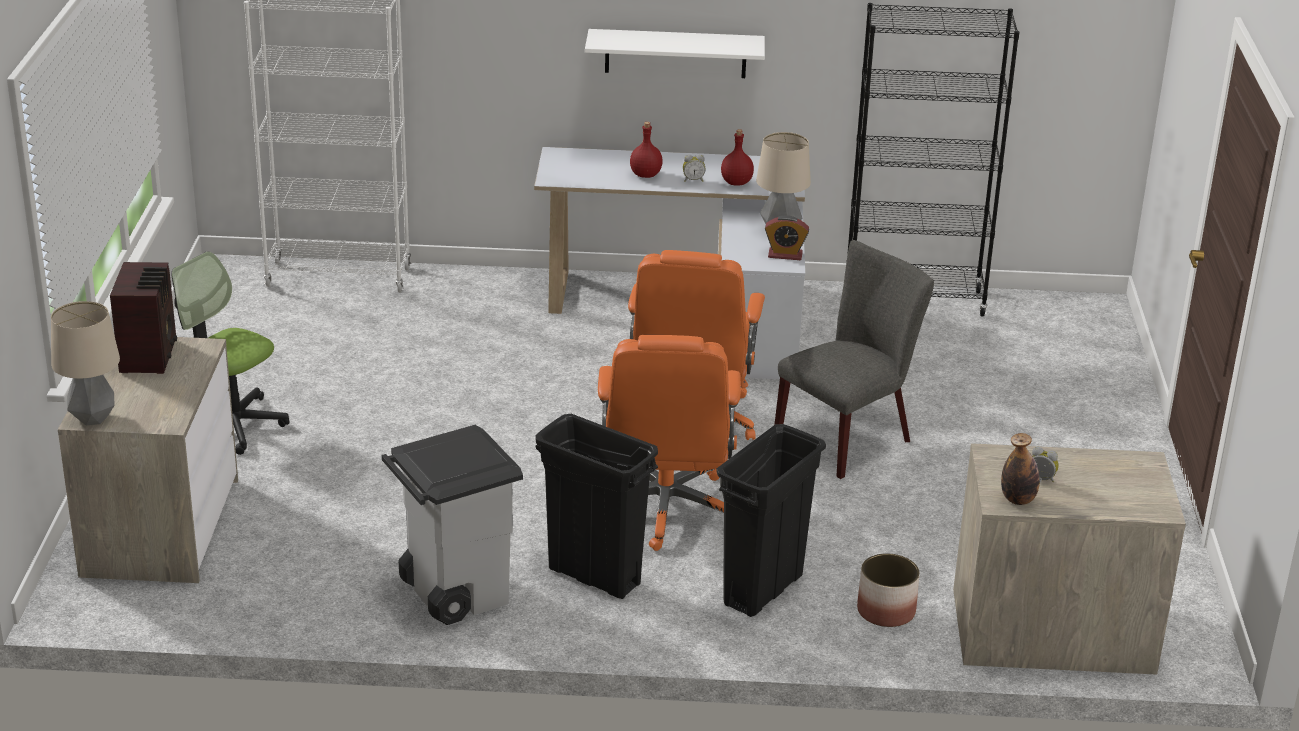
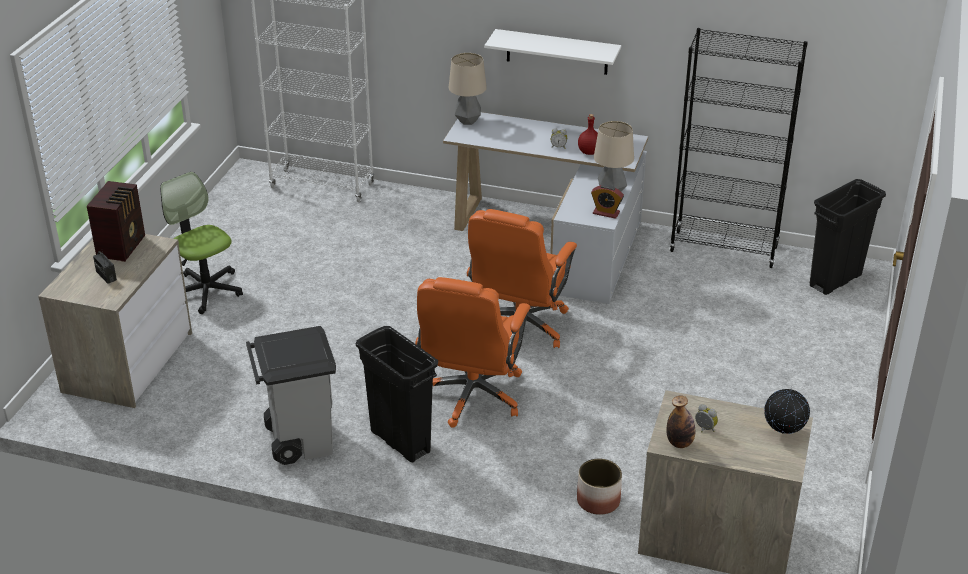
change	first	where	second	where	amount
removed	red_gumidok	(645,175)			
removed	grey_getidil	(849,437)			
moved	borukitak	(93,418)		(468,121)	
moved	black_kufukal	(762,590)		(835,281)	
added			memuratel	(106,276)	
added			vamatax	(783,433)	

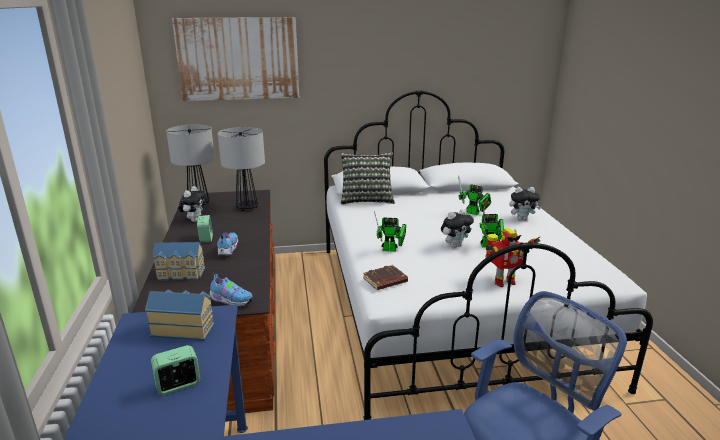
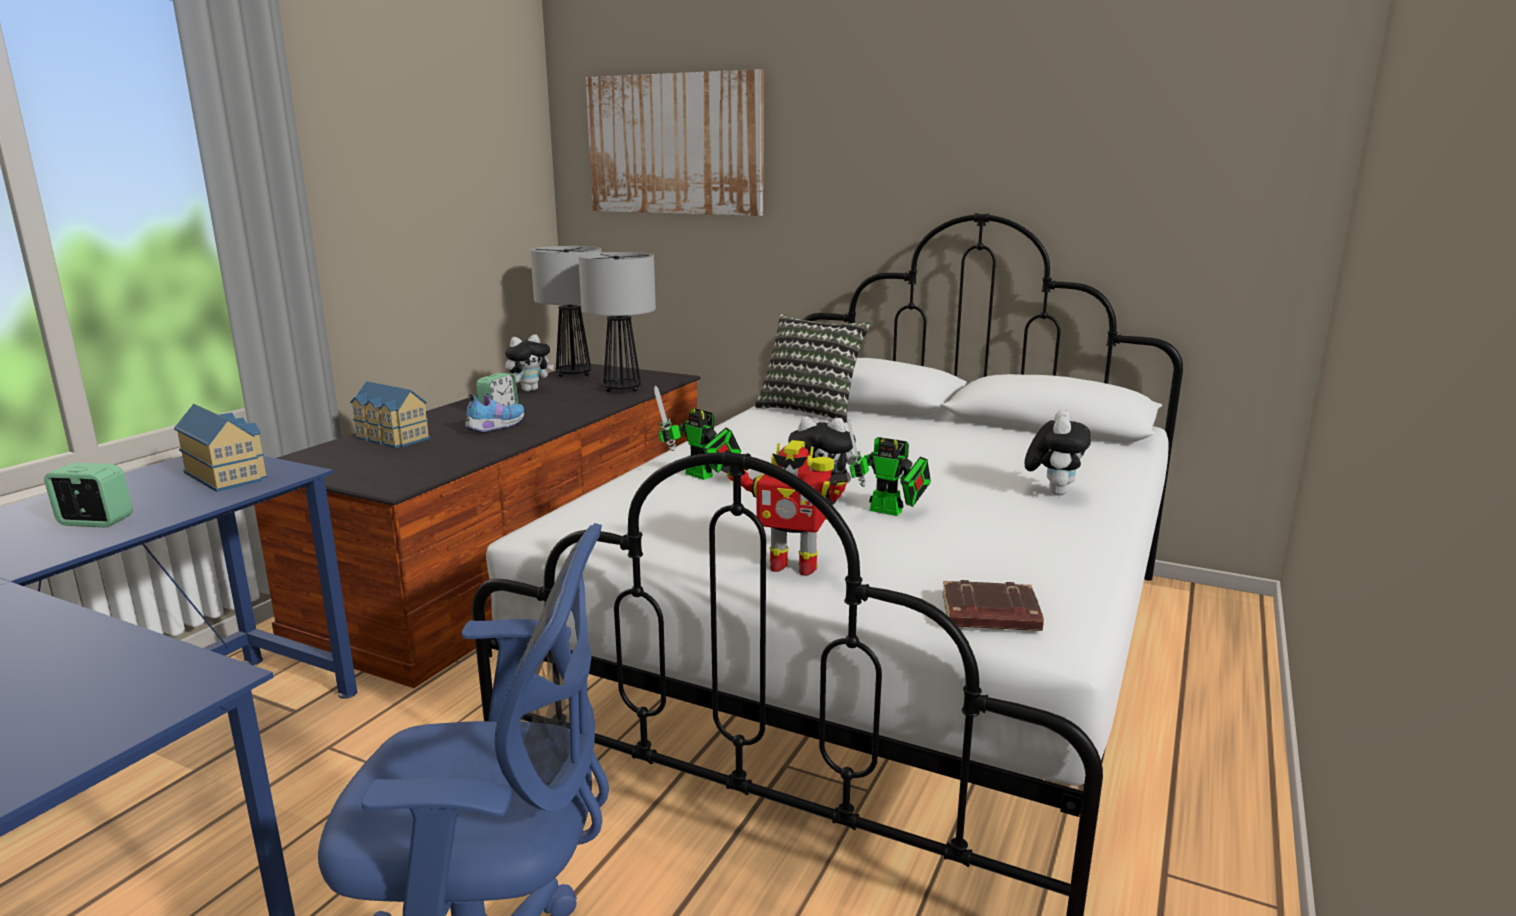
change	first	where	second	where	amount
removed	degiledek	(474,213)			
turned	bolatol	(522,219)		(1053,492)	105 degrees counterclockwise
moved	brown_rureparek	(385,281)		(989,615)	
removed	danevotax	(231,301)			

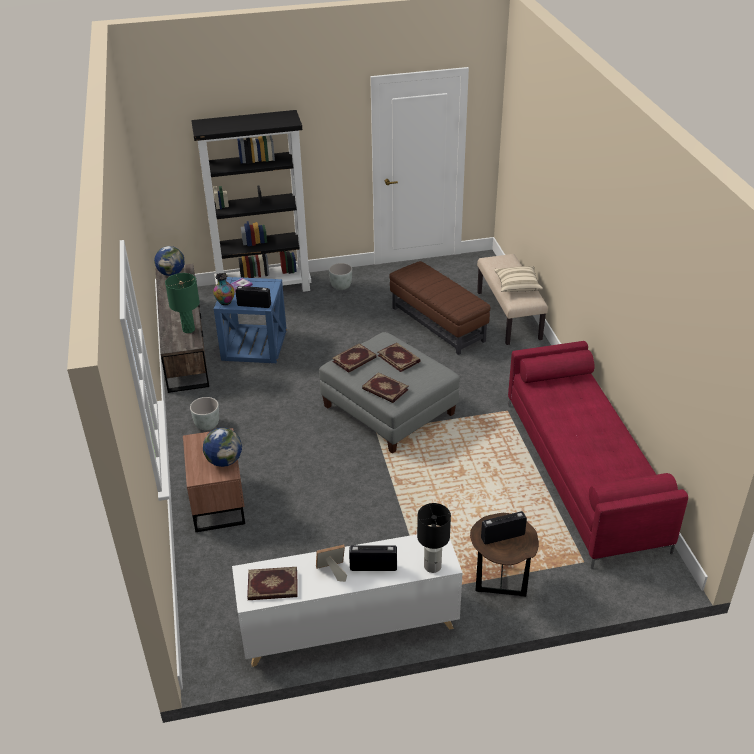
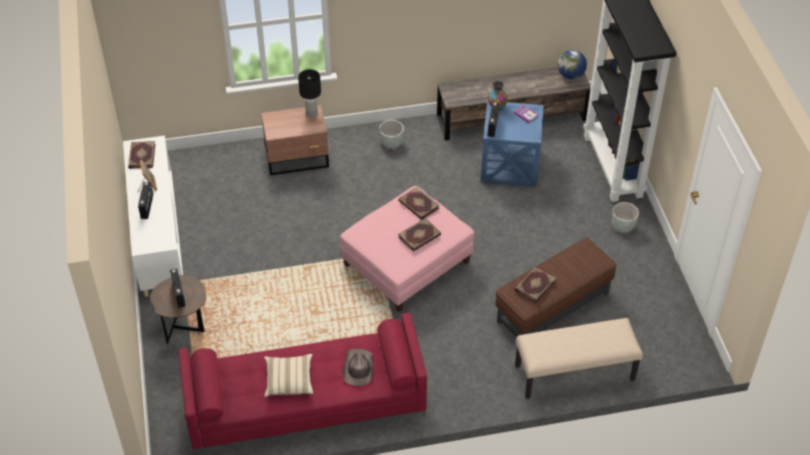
change	first	where	second	where	amount
moved	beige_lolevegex	(517,286)		(289,381)	
removed	green_borukitak	(188,330)			
recoloured	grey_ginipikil	(388,410)	pink_ginipikil	(406,263)	
moved	rureparek	(385,390)		(534,285)	
removed	vamatax	(224,461)			
moved	black_borukitak	(433,566)		(311,114)	
added			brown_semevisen	(358,368)	

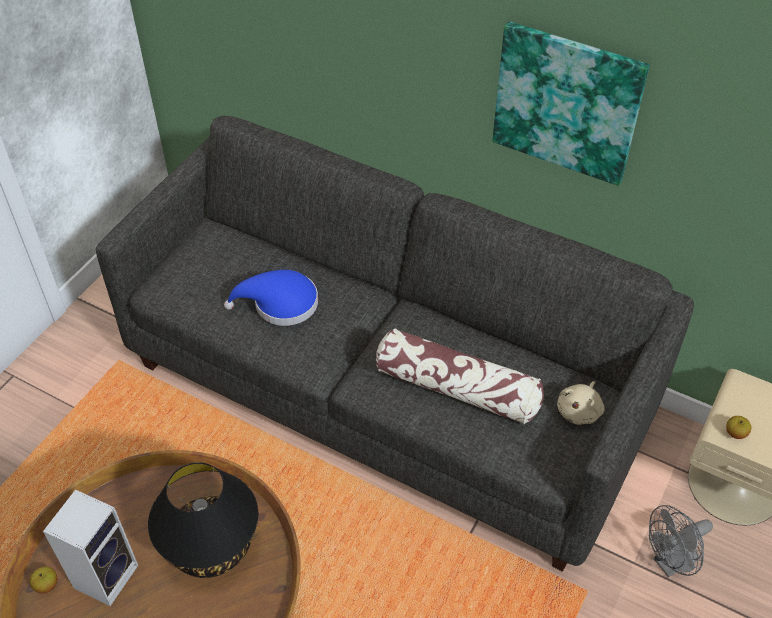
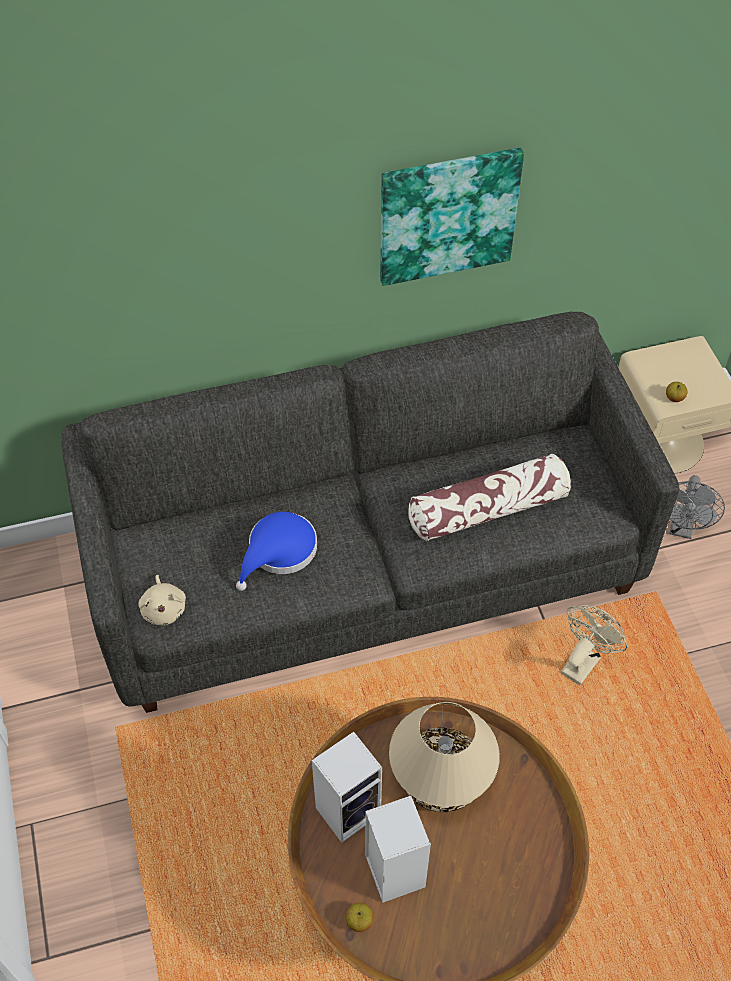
change	first	where	second	where	amount
moved	beige_bolatol	(579,411)		(164,608)	
recoloured	black_borukitak	(210,546)	beige_borukitak	(441,778)	
added			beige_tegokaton	(583,660)	
added			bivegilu	(349,809)	

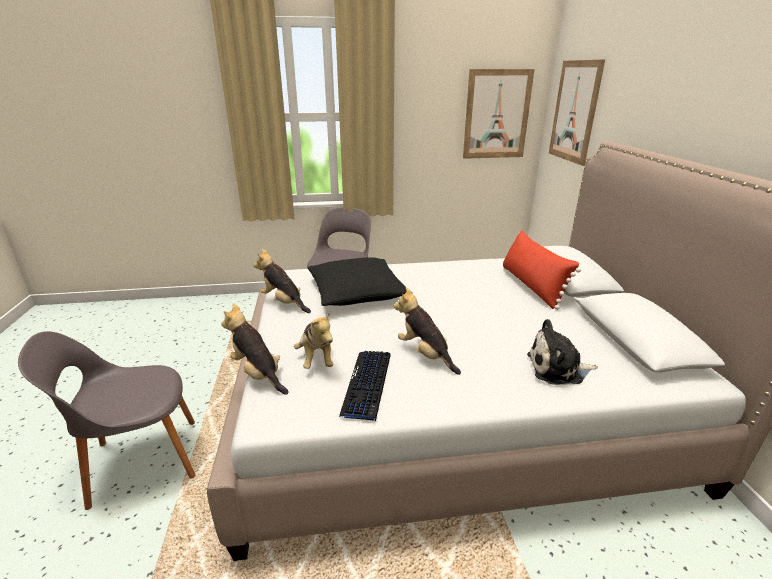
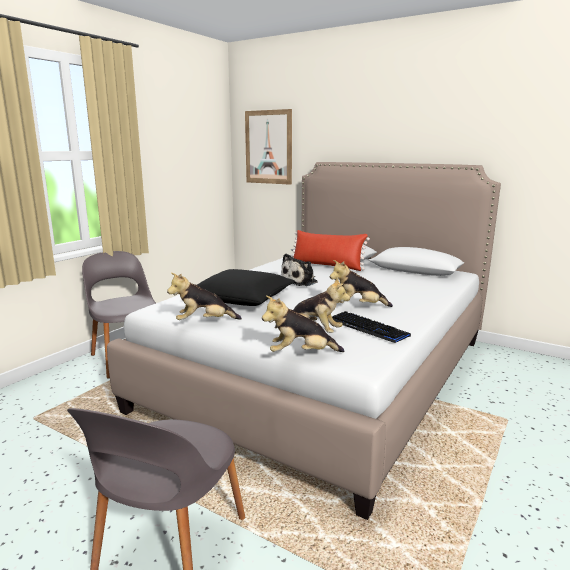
change	first	where	second	where	amount
removed	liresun	(497,115)			
moved	bolatol	(558,369)		(300,281)	

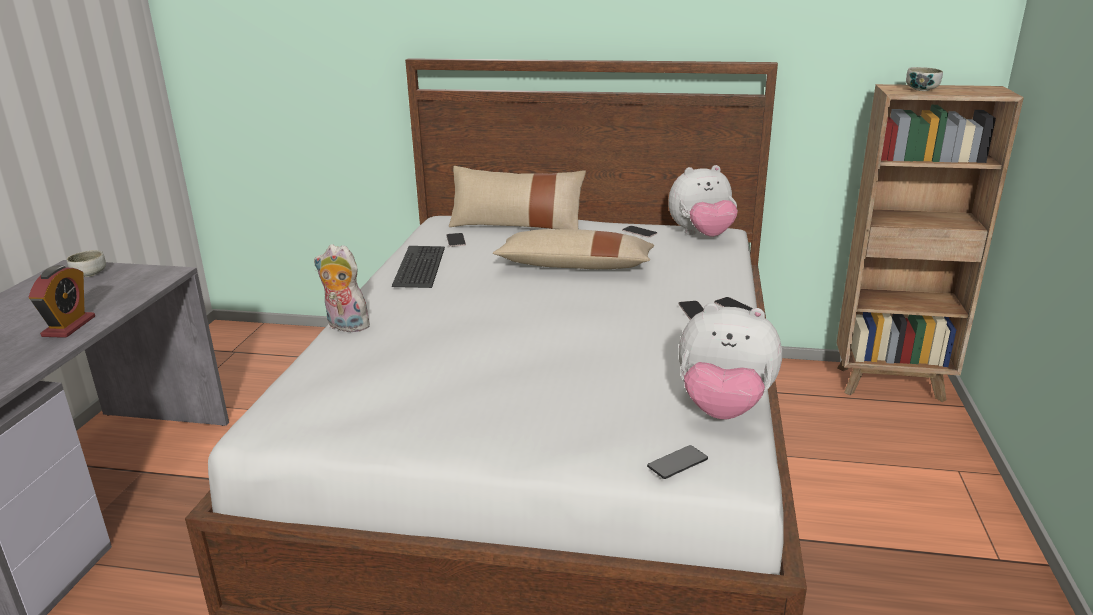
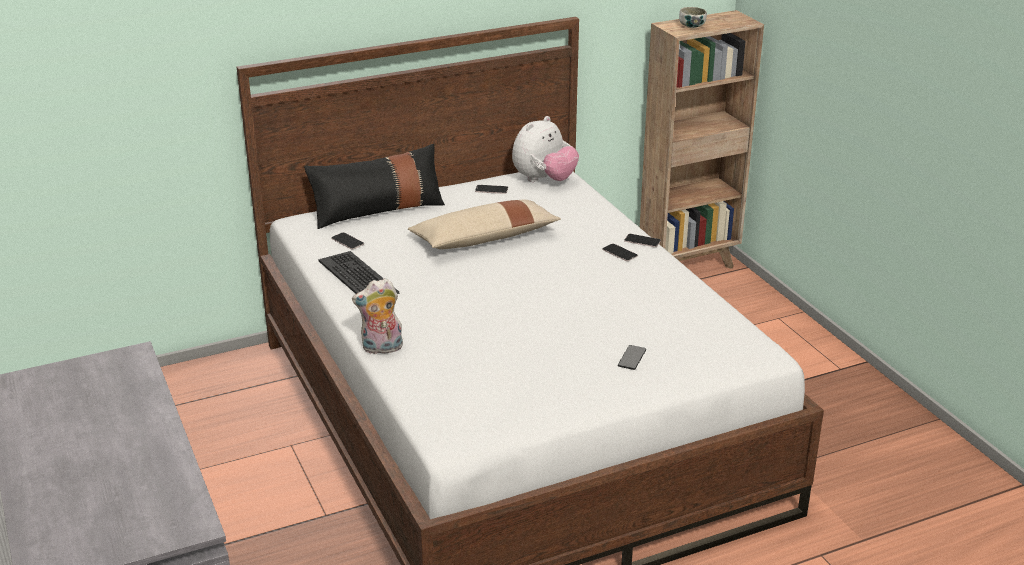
change	first	where	second	where	amount
recoloured	beige_lolevegex	(516,225)	black_lolevegex	(378,210)	
removed	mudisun	(89,274)			
removed	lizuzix	(69,326)			
removed	bolatol	(723,408)			
moved	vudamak	(677,463)		(632,358)	

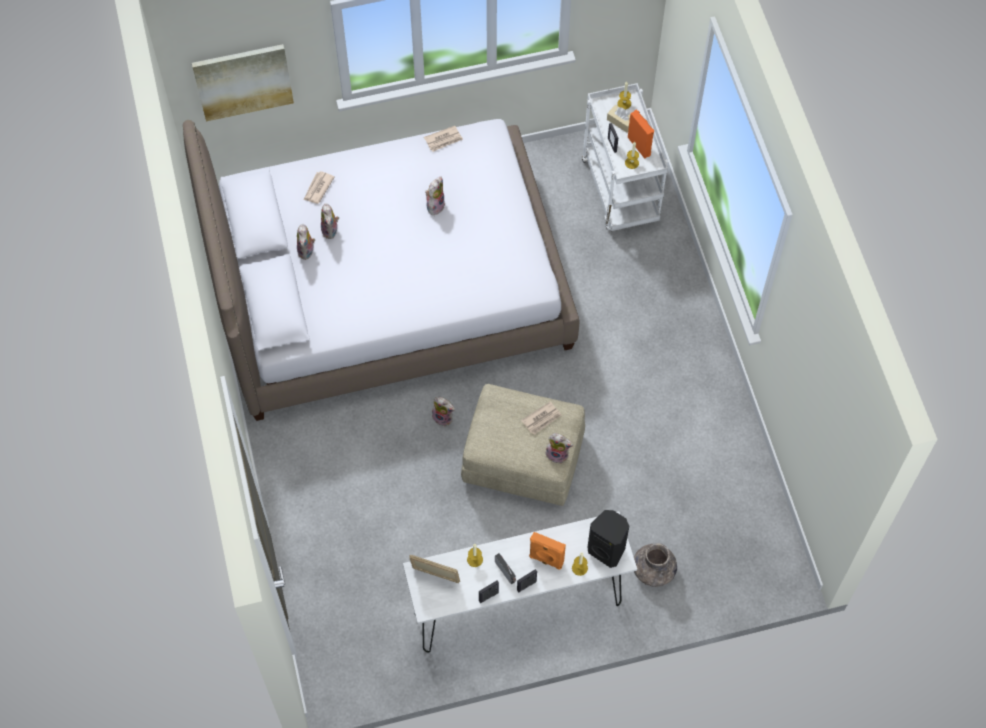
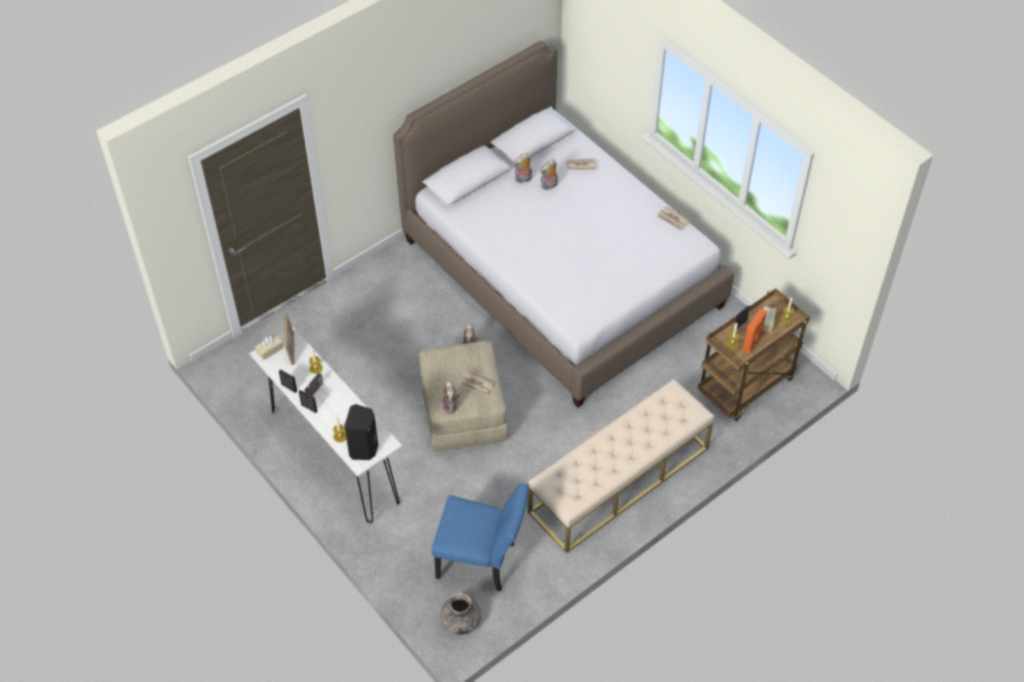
change	first	where	second	where	amount
removed	liresun	(243,81)			
recoloured	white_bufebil	(621,192)	brown_bufebil	(745,387)	
removed	bolatol	(435,205)			
removed	orange_bivegilu	(546,560)			
moved	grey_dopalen	(653,570)		(460,621)	
added			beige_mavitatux	(270,350)	
added			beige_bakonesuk	(619,480)	
added			blue_getidil	(482,562)	

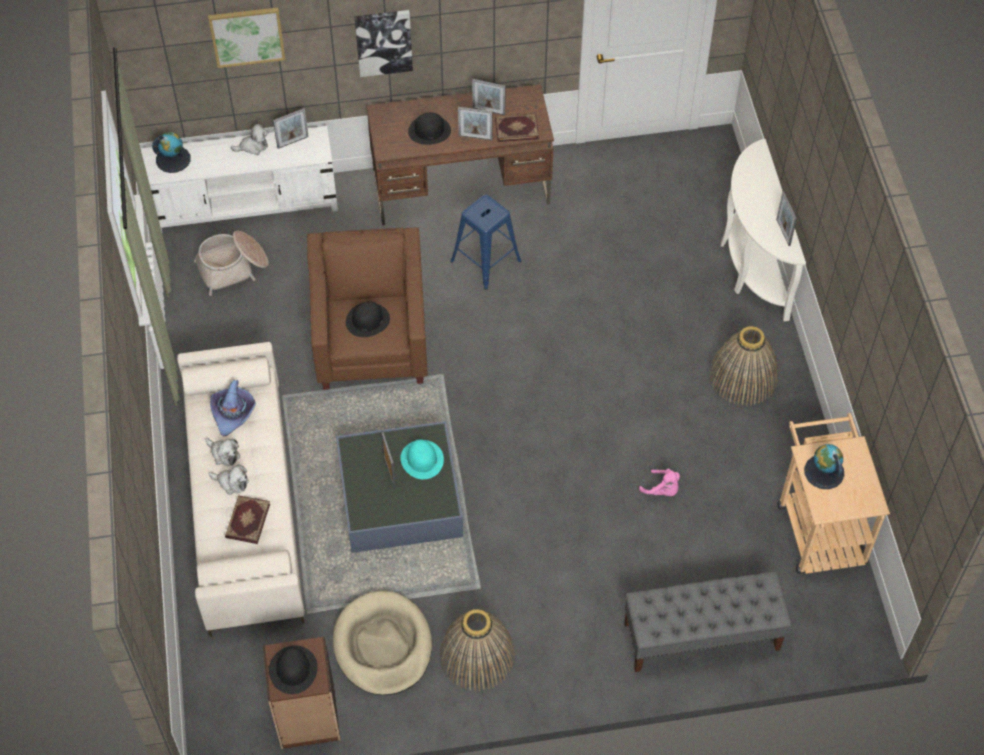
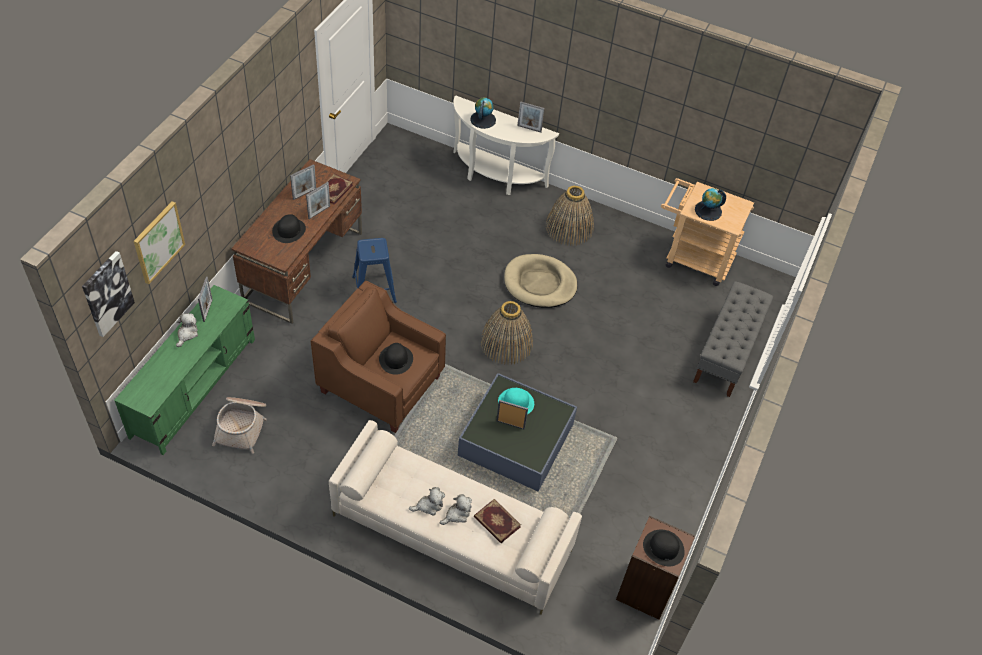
change	first	where	second	where	amount
moved	liresun	(383,42)		(107,293)	
recoloured	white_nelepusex	(246,204)	green_nelepusex	(194,387)	
moved	vamatax	(173,159)		(483,119)	
removed	purple_semevisen	(233,412)			
removed	pink_bolatol	(662,490)			
moved	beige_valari	(383,645)		(539,283)	
moved	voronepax	(477,656)		(506,343)	

